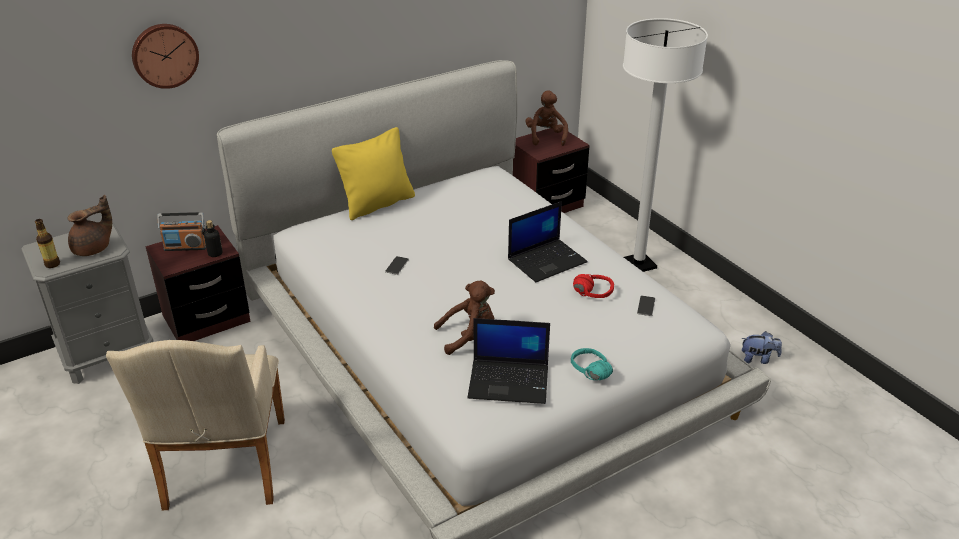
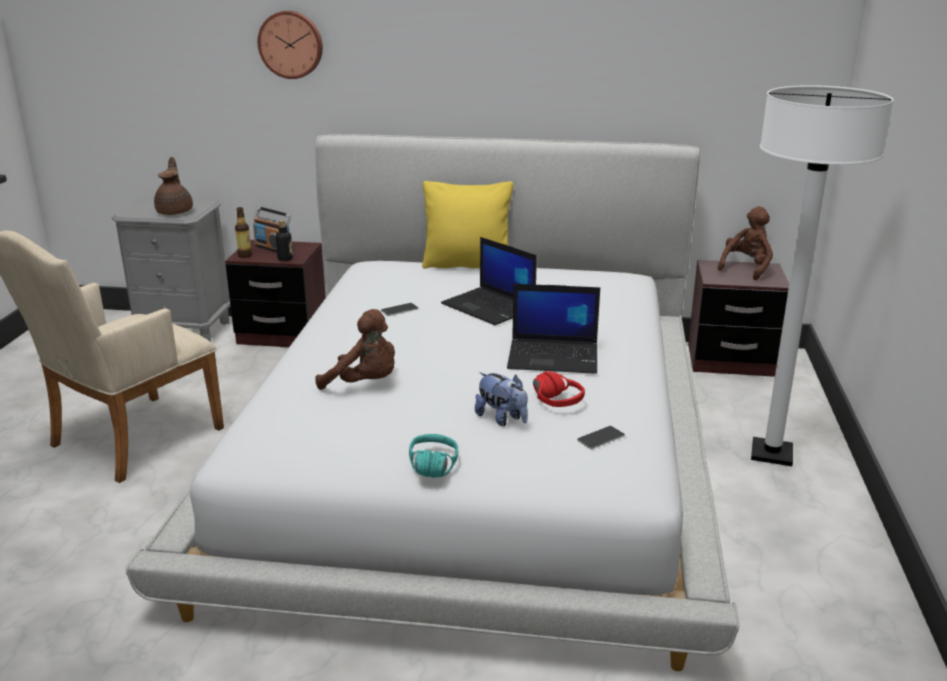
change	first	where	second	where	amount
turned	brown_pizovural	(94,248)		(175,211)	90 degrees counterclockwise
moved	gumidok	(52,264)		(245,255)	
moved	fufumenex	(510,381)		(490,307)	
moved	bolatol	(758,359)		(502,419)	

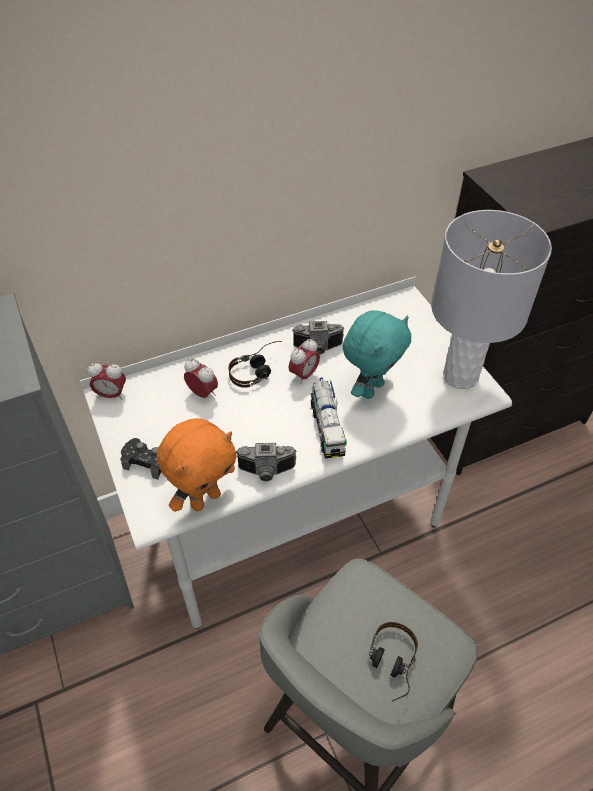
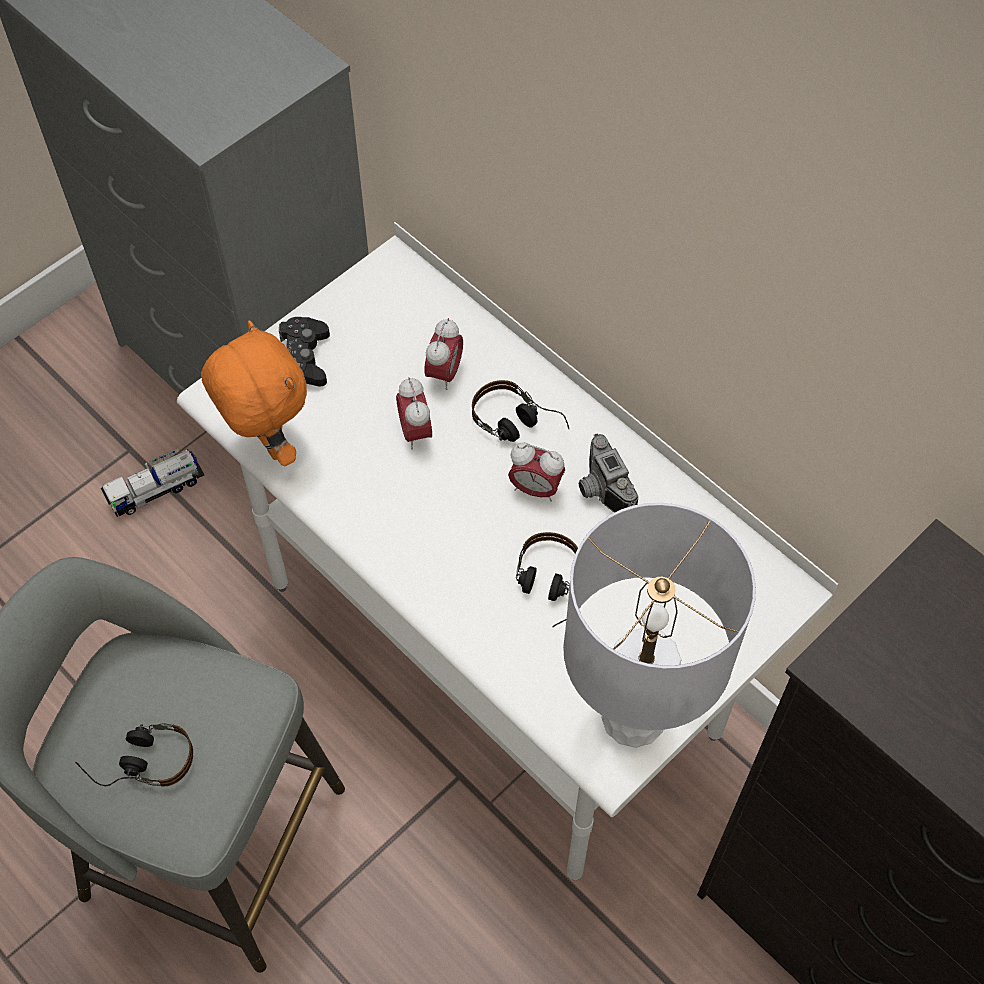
change	first	where	second	where	amount
replaced	turquoise_bolatol	(371,388)	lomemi	(547,589)	
moved	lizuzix	(111,395)		(415,432)	
moved	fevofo	(327,427)		(156,490)	
turned	orange_bolatol	(205,498)		(267,443)	150 degrees counterclockwise
removed	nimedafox	(266,472)			

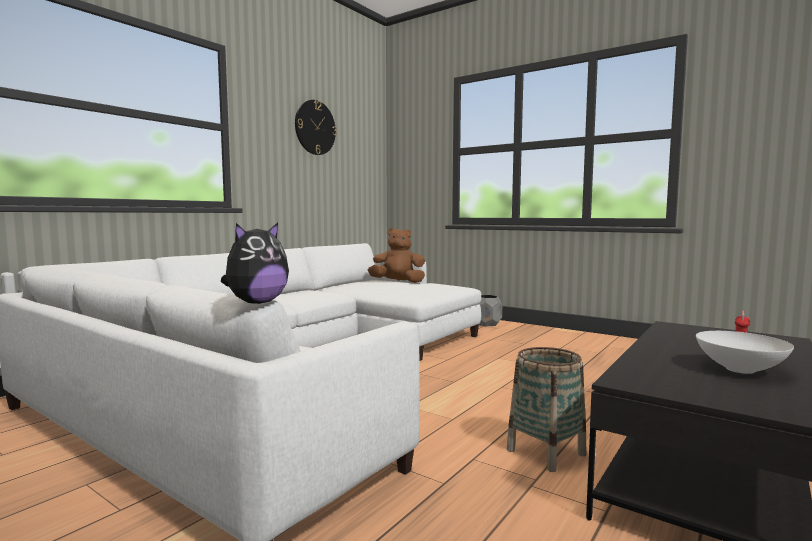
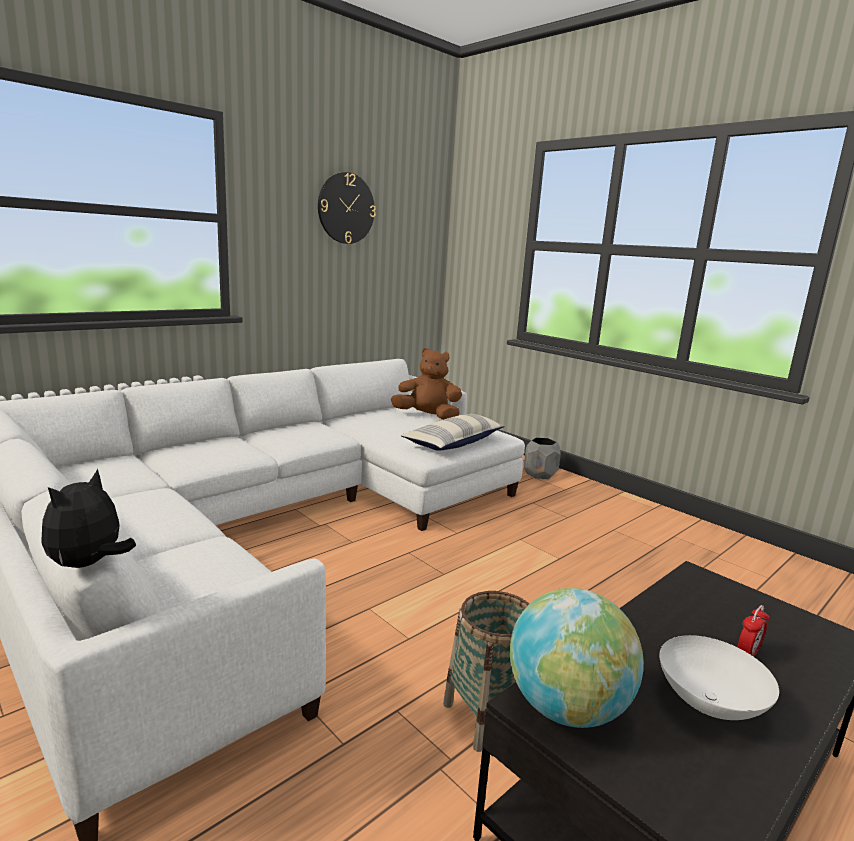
change	first	where	second	where	amount
turned	bolatol	(257,303)		(89,564)	150 degrees clockwise
added			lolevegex	(454,442)	
added			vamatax	(566,707)	

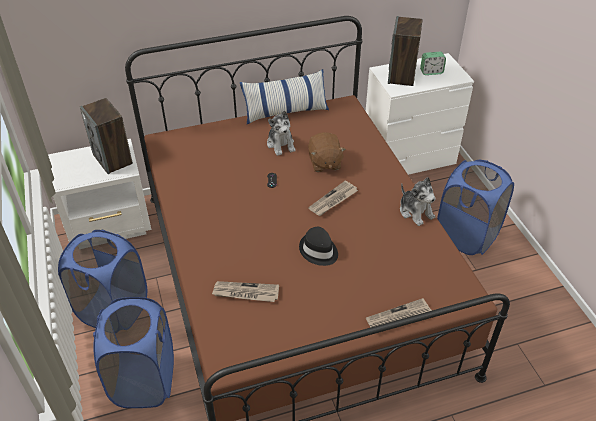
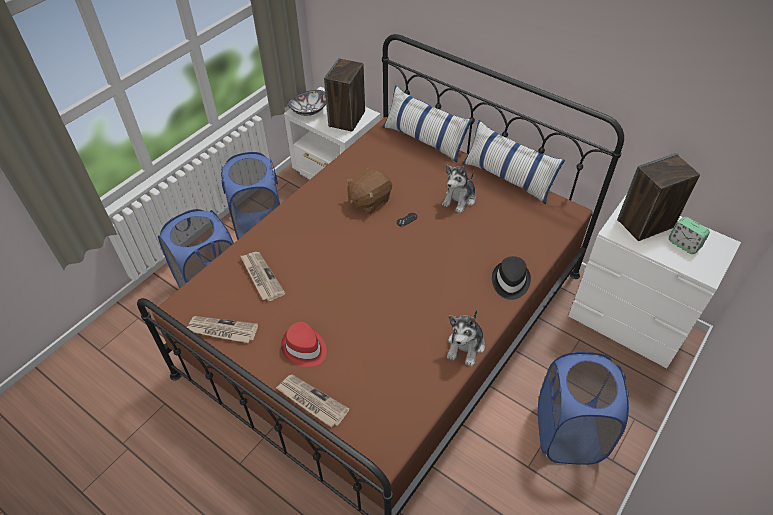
change	first	where	second	where	amount
moved	brown_bolatol	(324,163)		(369,200)	
moved	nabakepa	(333,200)		(221,330)	
moved	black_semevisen	(318,251)		(510,281)	
added			lolevegex	(424,139)	
added			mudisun	(309,111)	
added			red_semevisen	(304,348)	

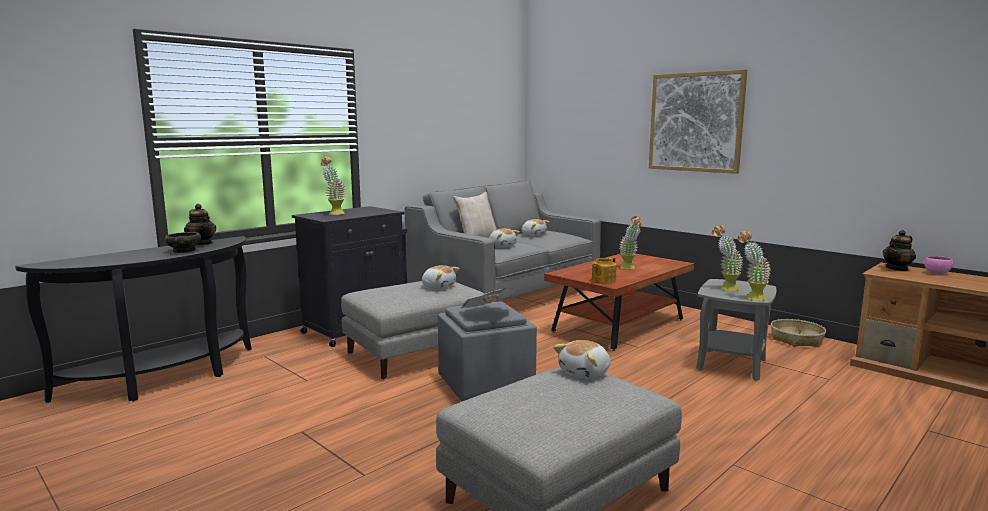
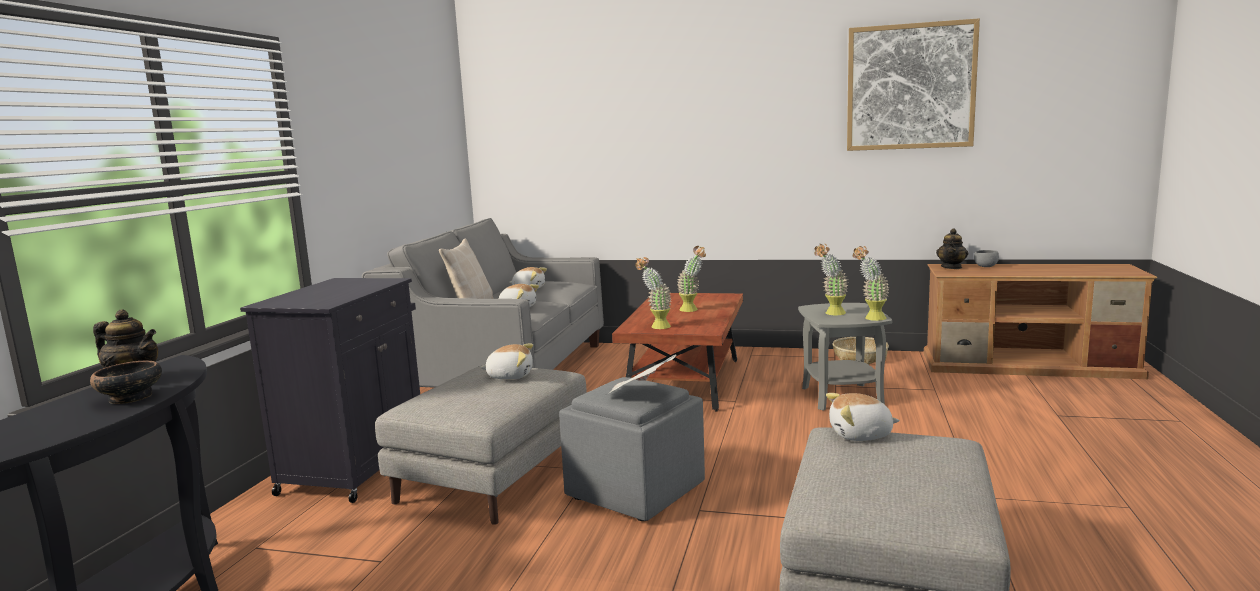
change	first	where	second	where	amount
moved	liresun	(695,122)		(910,87)	
moved	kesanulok	(334,213)		(655,327)	
recoloured	pink_mudisun	(936,273)	grey_mudisun	(984,266)	
removed	pizovural	(603,281)			
turned	bolatol	(585,373)		(861,435)	75 degrees clockwise

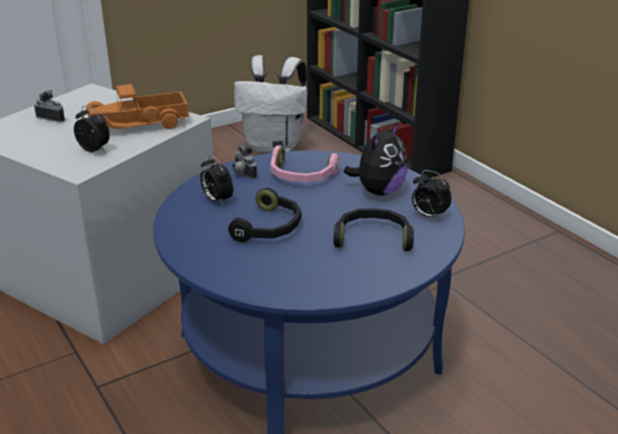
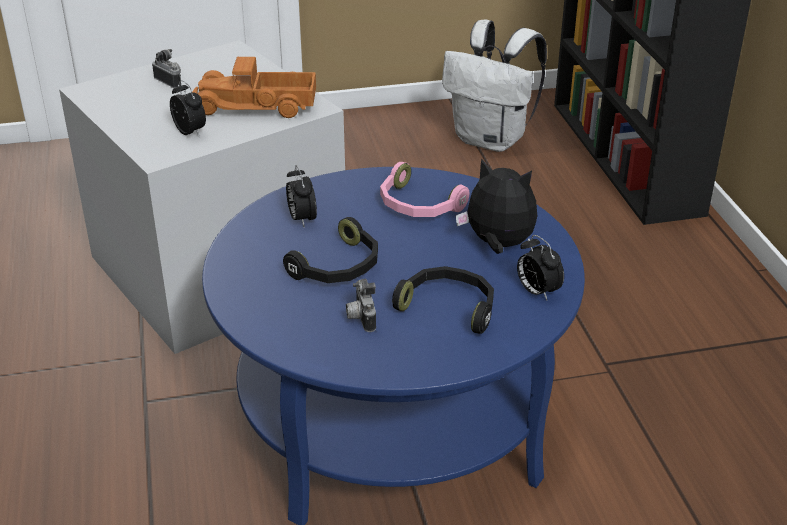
change	first	where	second	where	amount
turned	bolatol	(378,191)		(498,245)	120 degrees counterclockwise
moved	nimedafox	(242,174)		(360,318)	

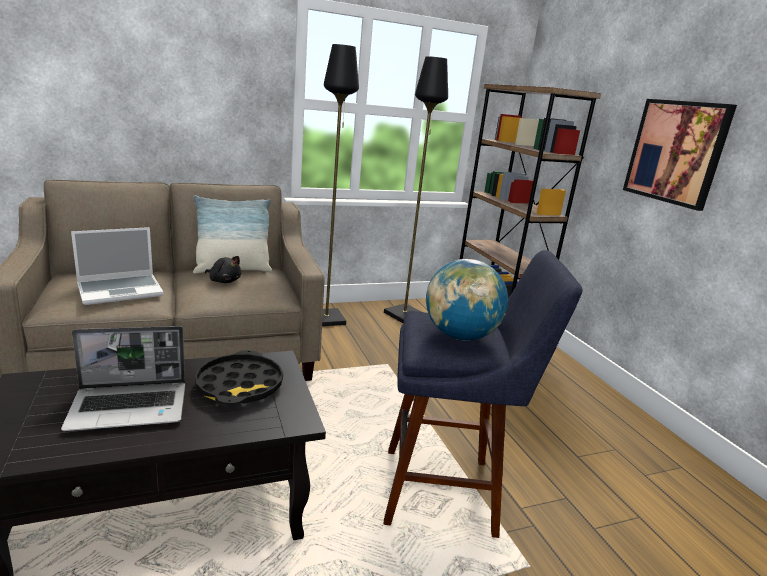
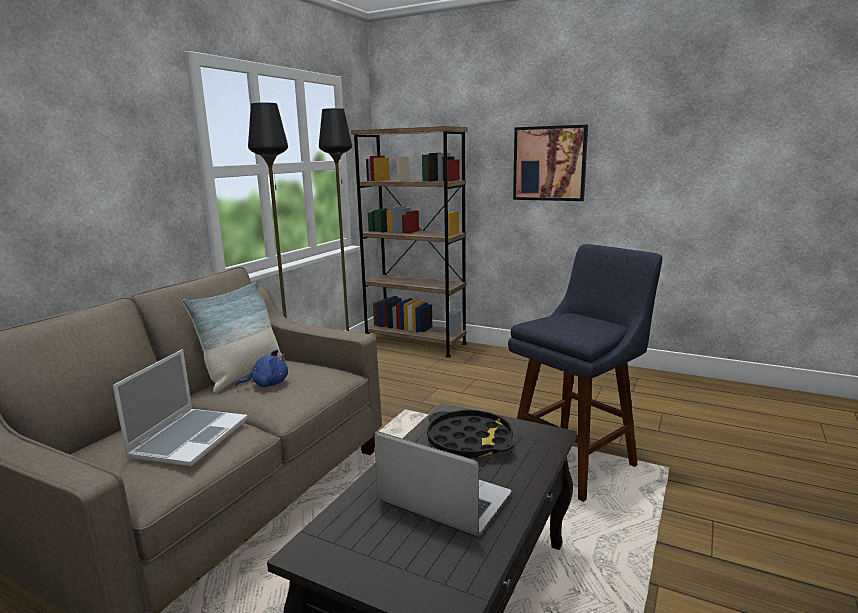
change	first	where	second	where	amount
recoloured	black_bolatol	(224,281)	blue_bolatol	(267,384)	
removed	vamatax	(460,336)			
turned	fufumenex	(131,407)		(442,500)	90 degrees counterclockwise

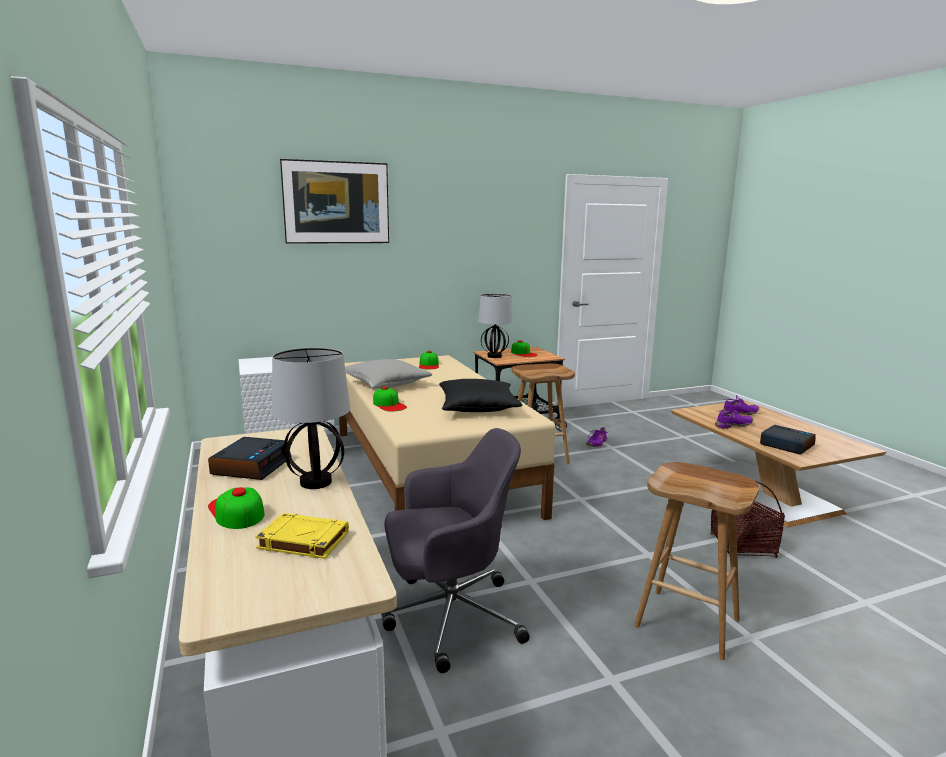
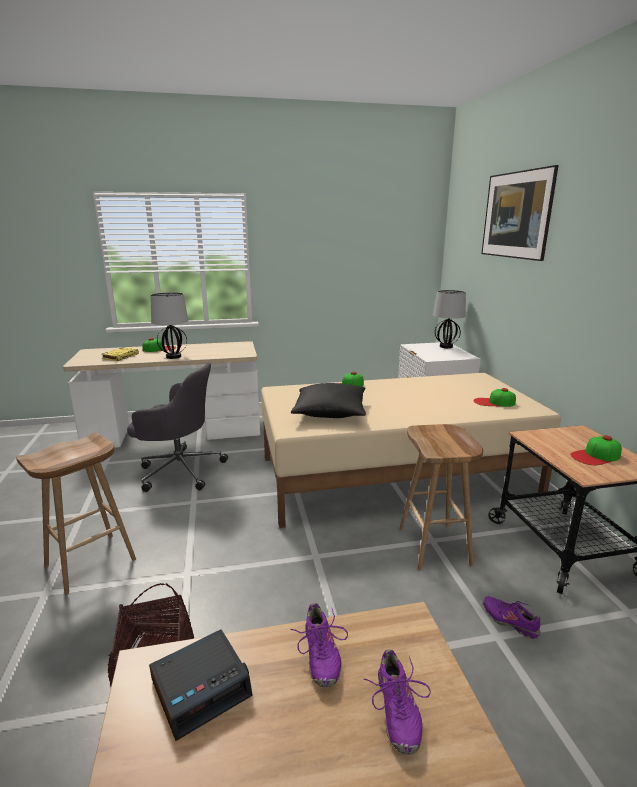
change	first	where	second	where	amount
moved	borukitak	(494,356)		(446,346)	
removed	grey_lolevegex	(386,384)			
turned	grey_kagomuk	(449,617)		(179,470)	75 degrees counterclockwise
removed	lizuzix	(251,466)			

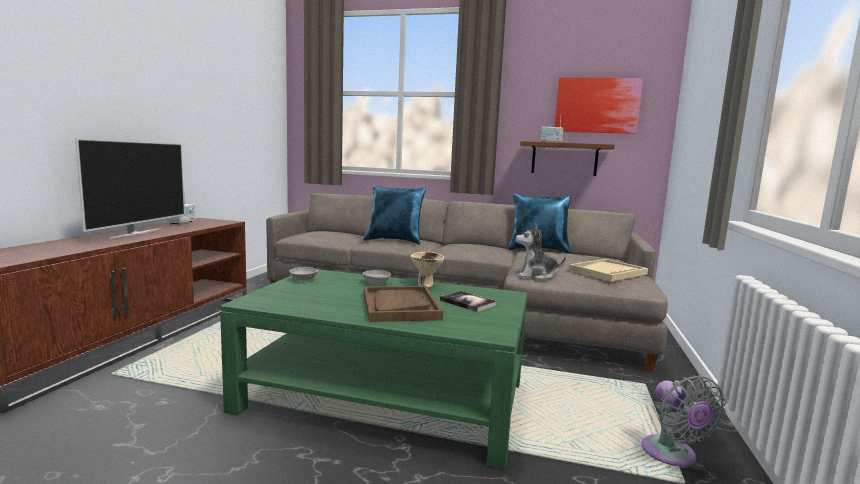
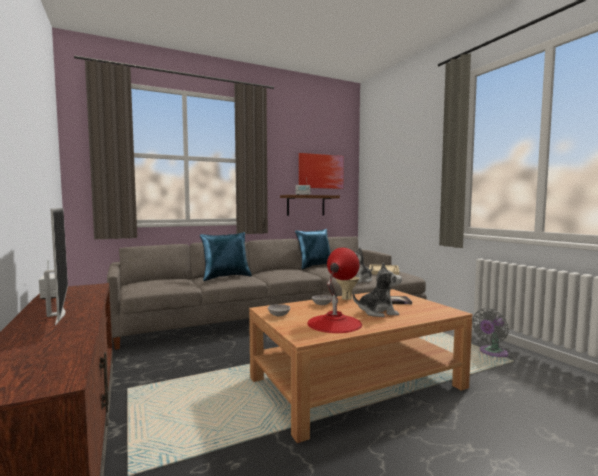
change	first	where	second	where	amount
recoloured	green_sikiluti	(386,396)	brown_sikiluti	(357,382)	
replaced	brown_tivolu	(399,306)	bolatol	(378,312)	
turned	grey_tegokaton	(672,455)		(492,353)	105 degrees clockwise
added			red_borukitak	(334,323)	

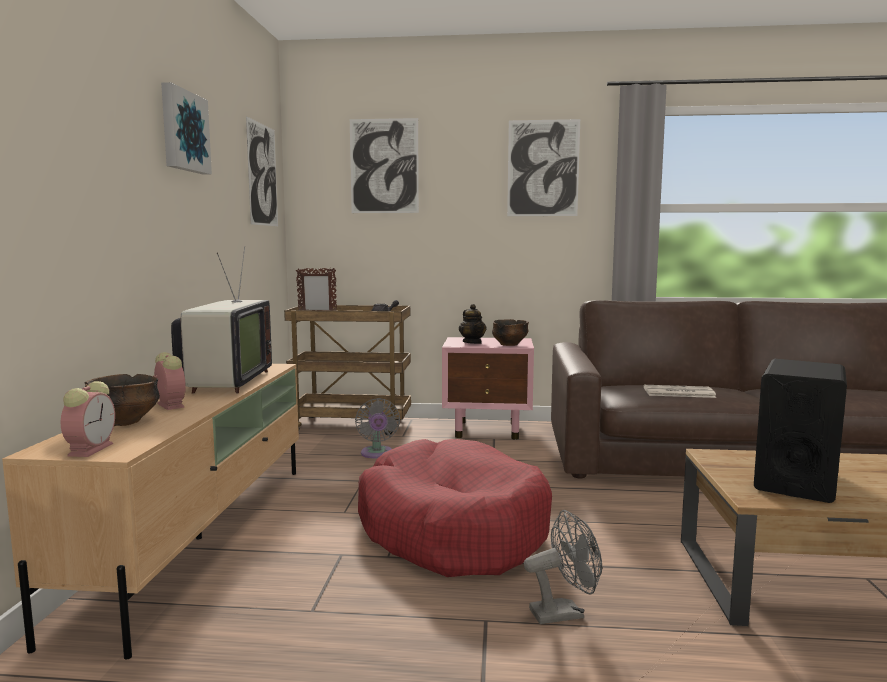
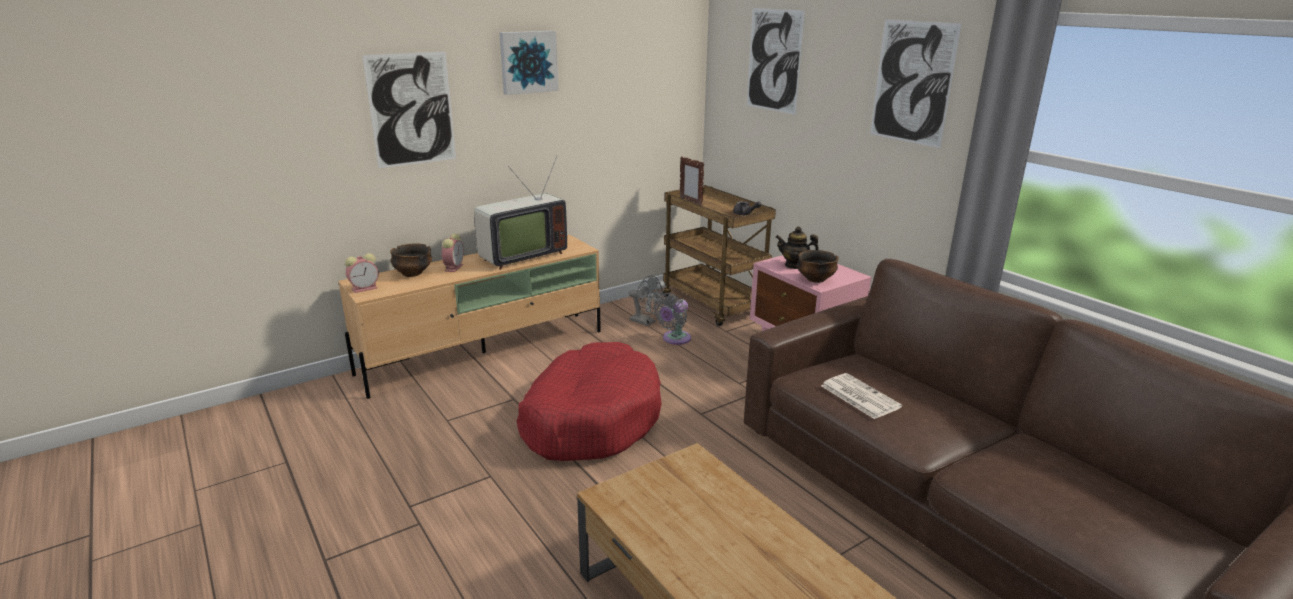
change	first	where	second	where	amount
moved	liresun	(262,175)		(411,109)	
turned	pizovural	(472,342)		(795,265)	75 degrees clockwise
removed	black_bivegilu	(795,481)			
moved	grey_tegokaton	(564,612)		(646,322)	

